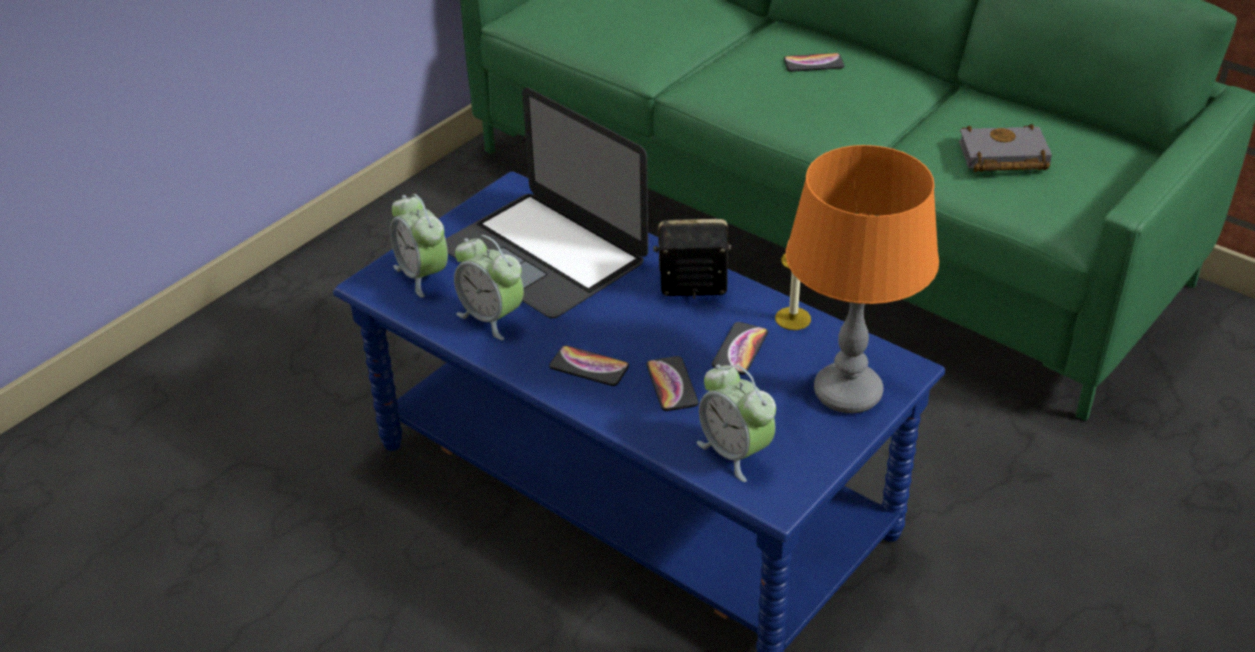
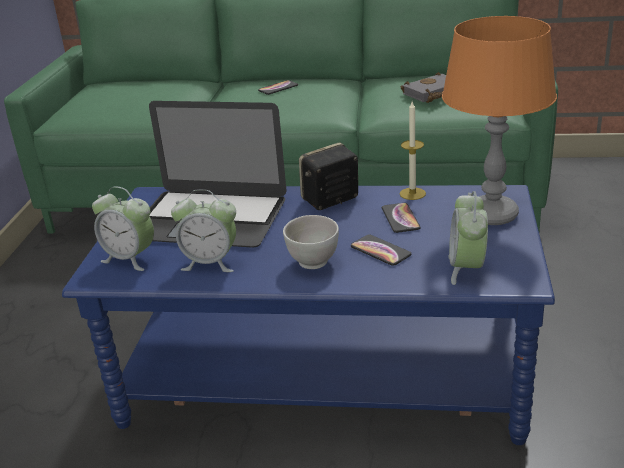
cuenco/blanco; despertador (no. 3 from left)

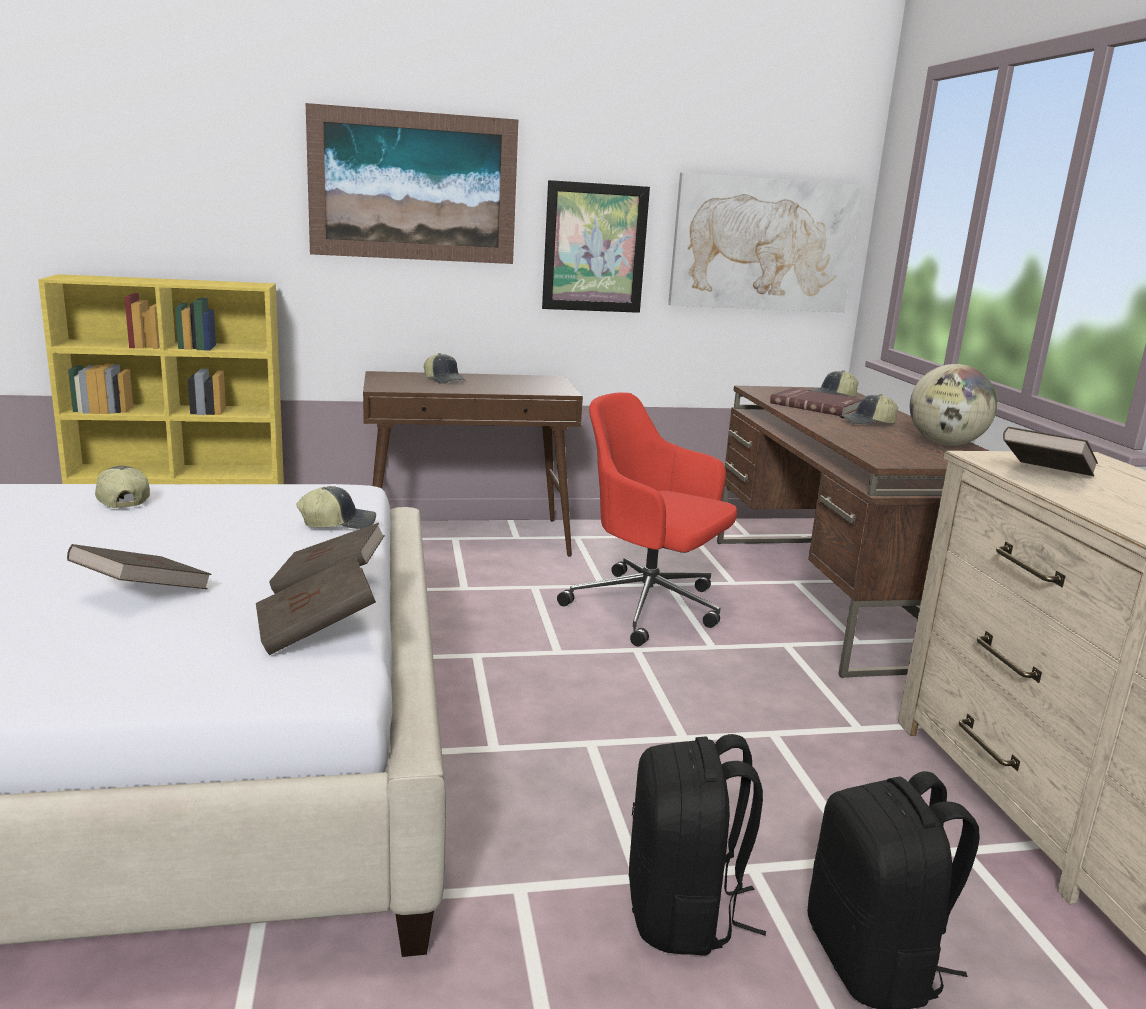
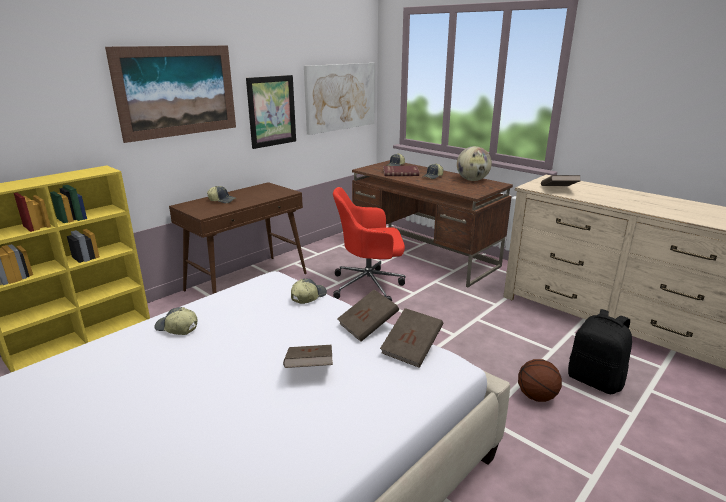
balón de baloncesto

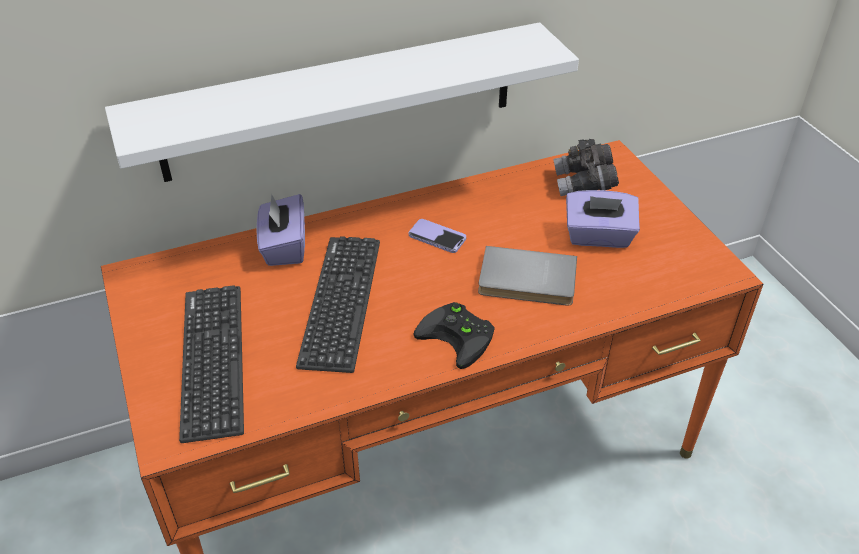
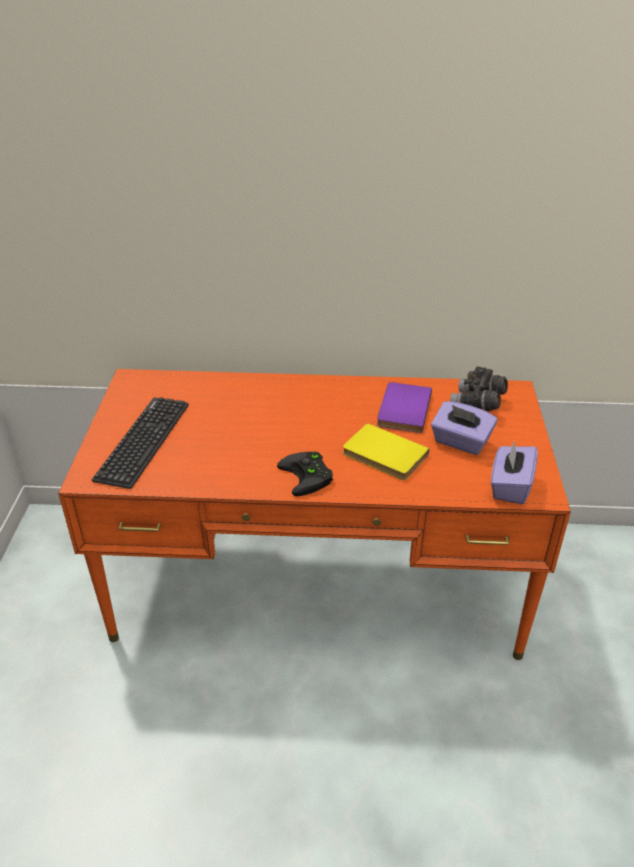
libro/amarillo; libro/morado; caja de pañuelos/morado (no. 2 from left); estante/blanco; teclado (no. 2 from left in the first image); móvil

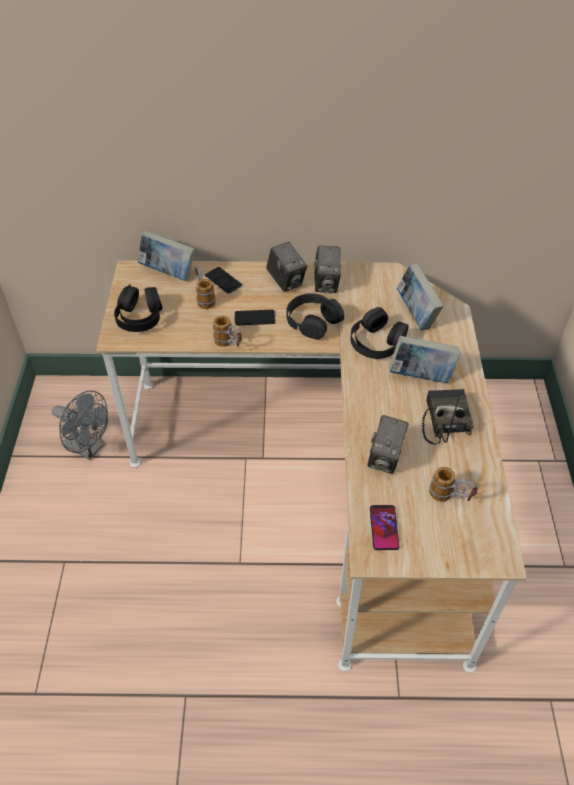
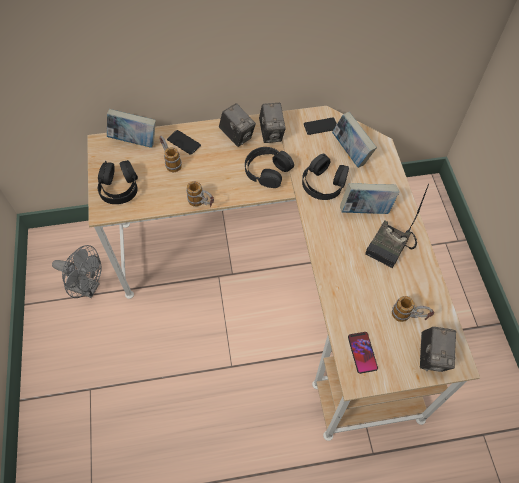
móvil (no. 2 from left); radio; cámara (no. 3 from left)

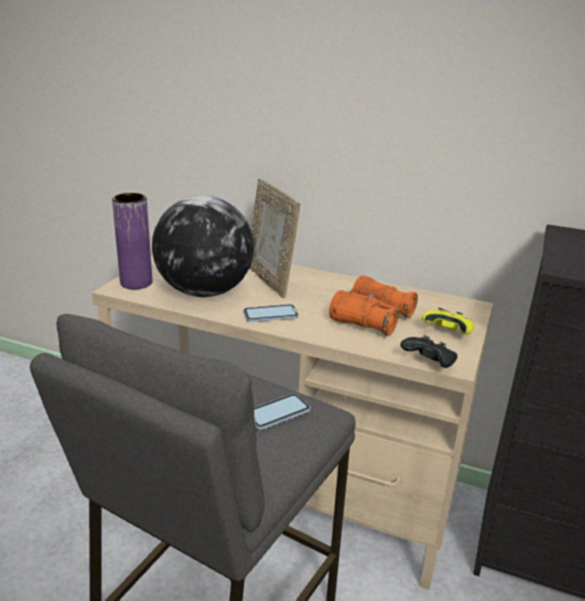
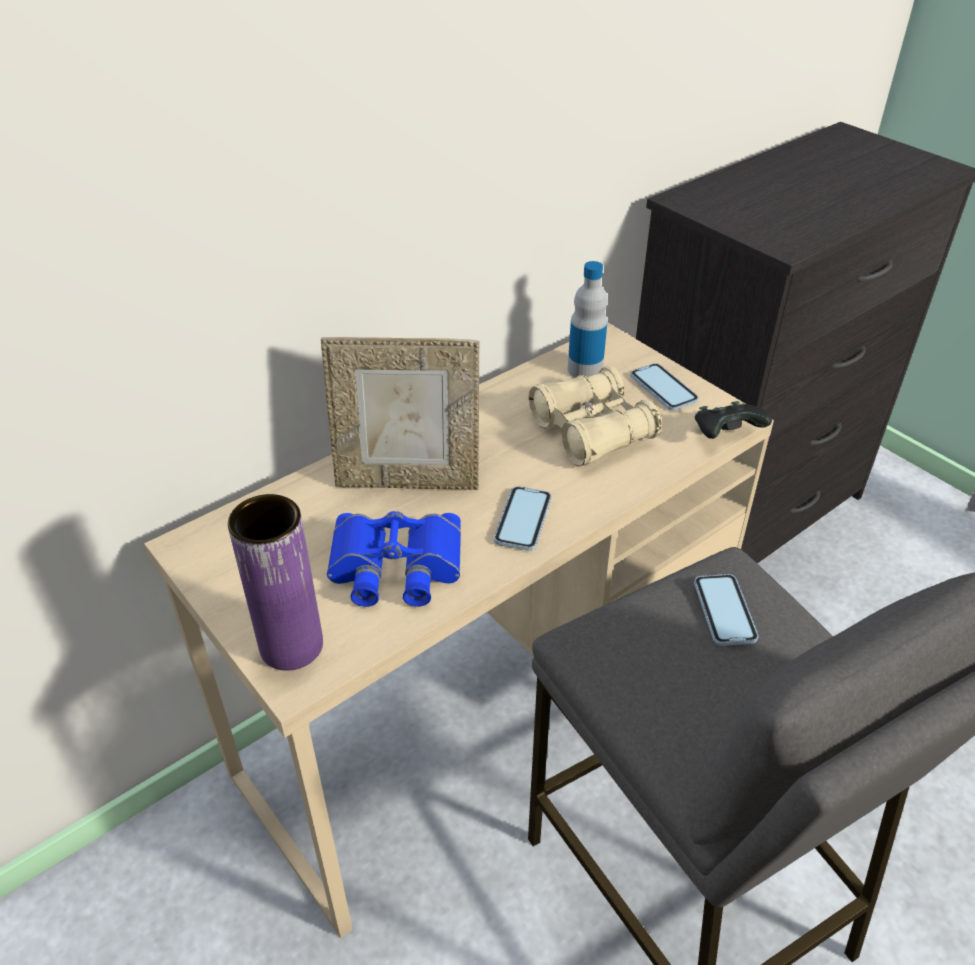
prismáticos/azul; prismáticos/beis; botella; móvil (no. 2 from left)

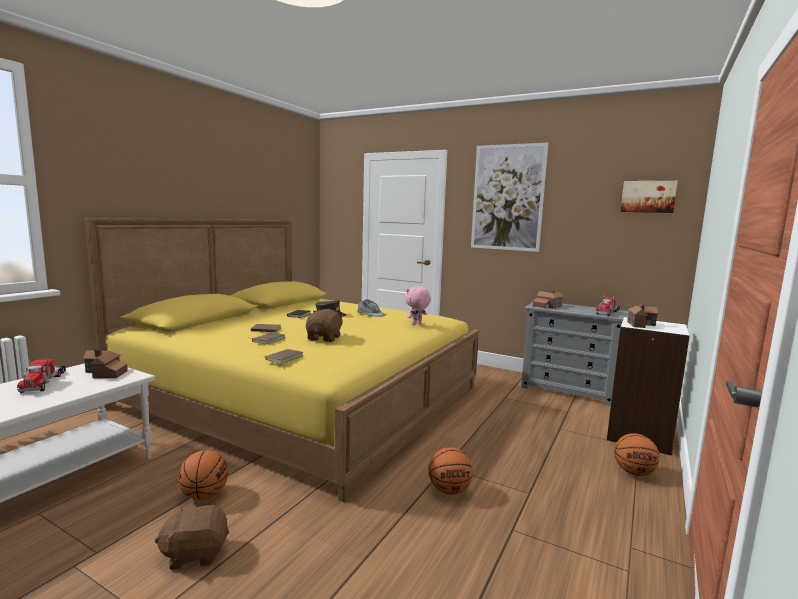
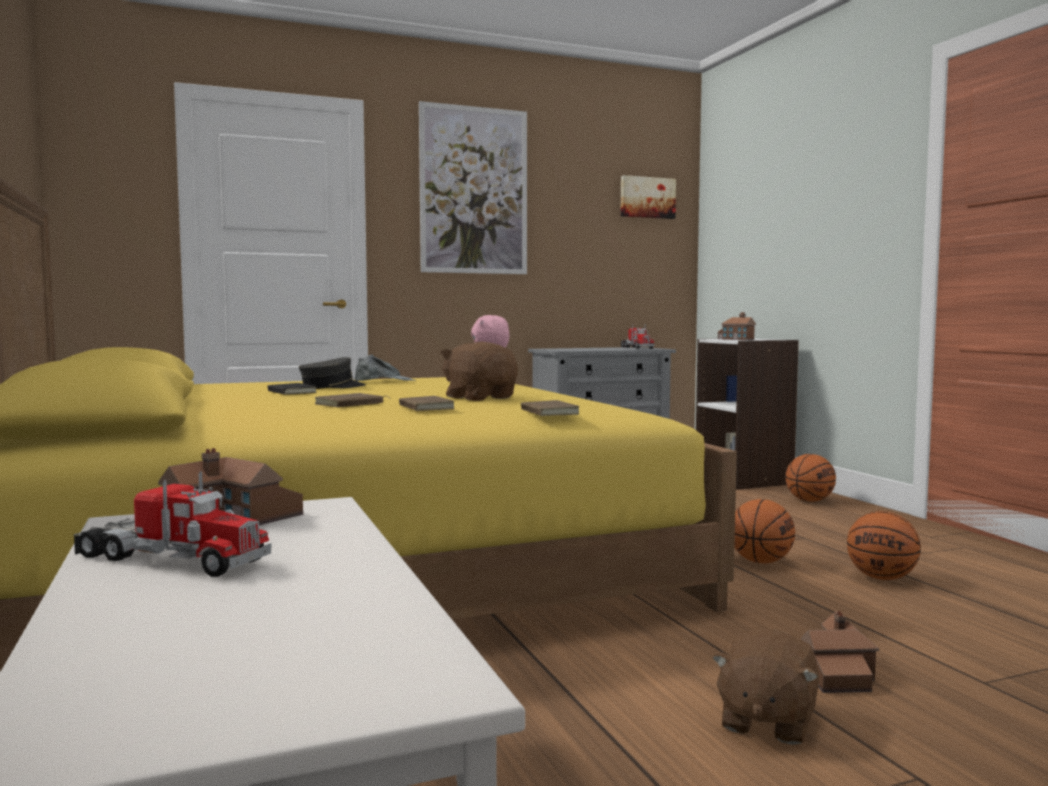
casita (no. 3 from left); balón de baloncesto (no. 3 from left)

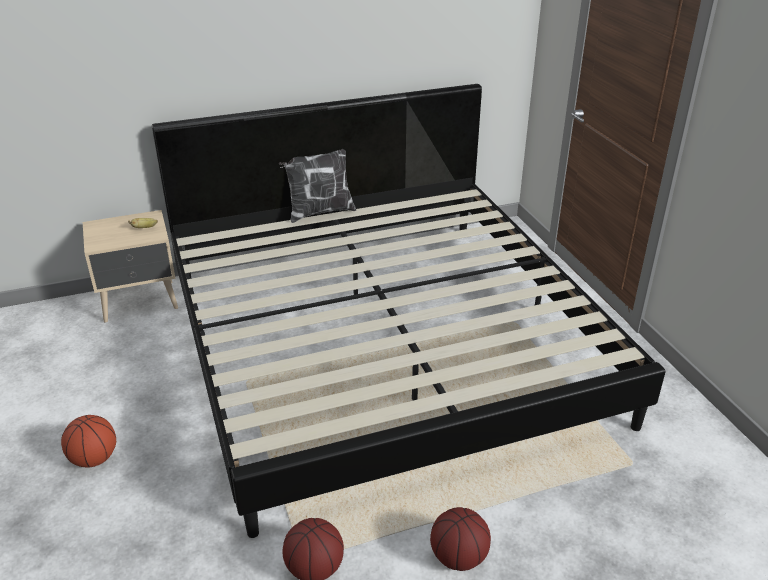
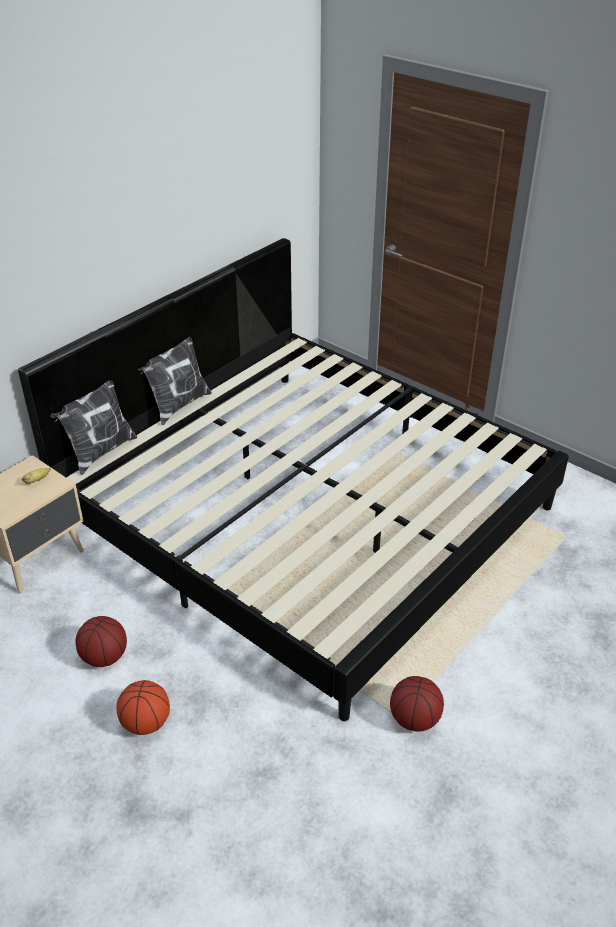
cojín (no. 1 from left); balón de baloncesto (no. 1 from left)

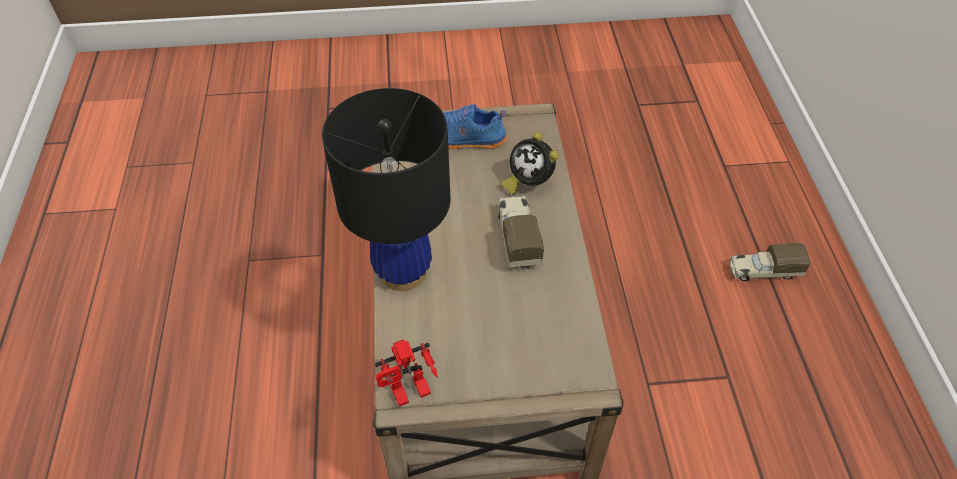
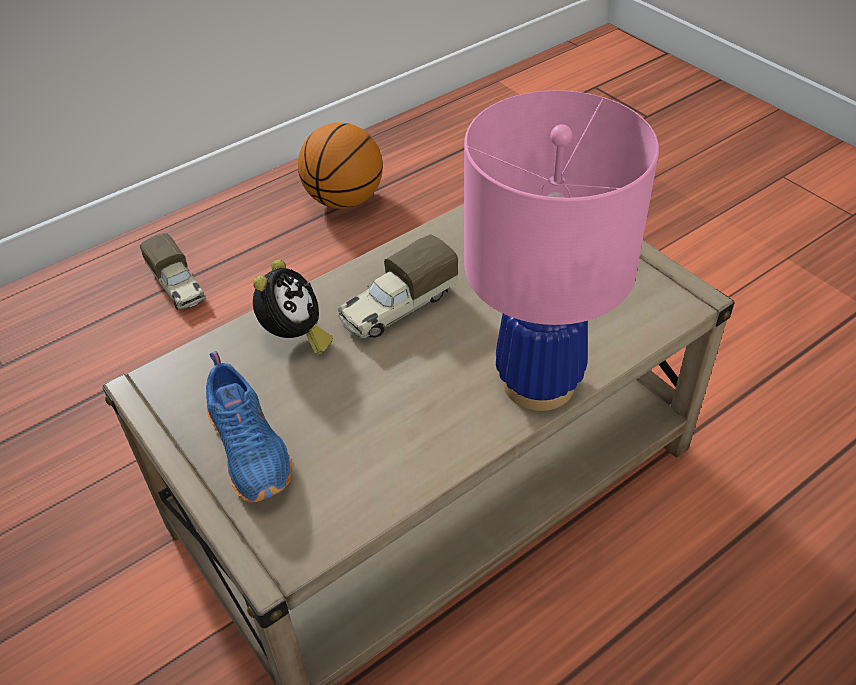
balón de baloncesto; lámpara de mesa/rosa; robot de juguete

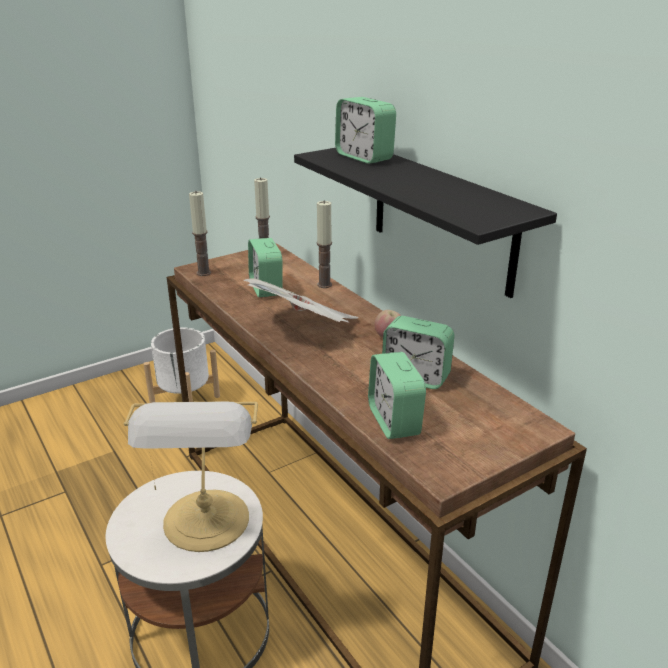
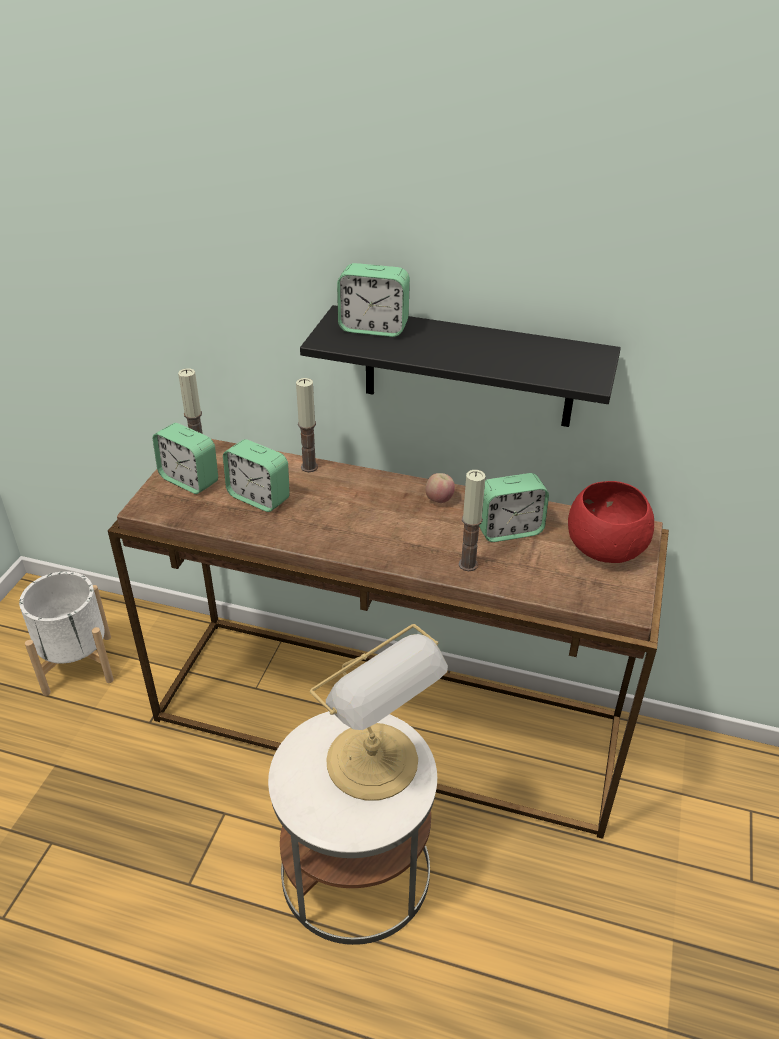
despertador (no. 1 from left); vela (no. 3 from left); cuenco/rojo; periódico

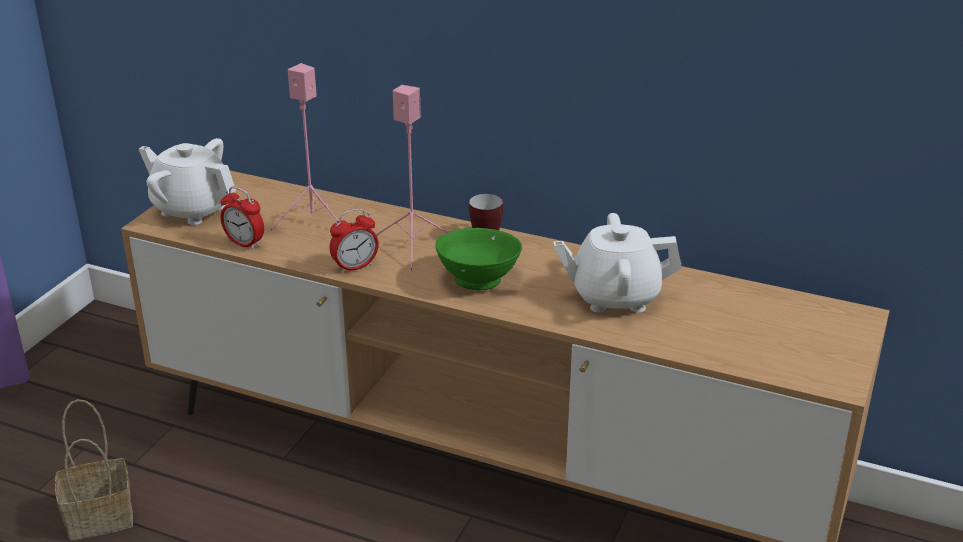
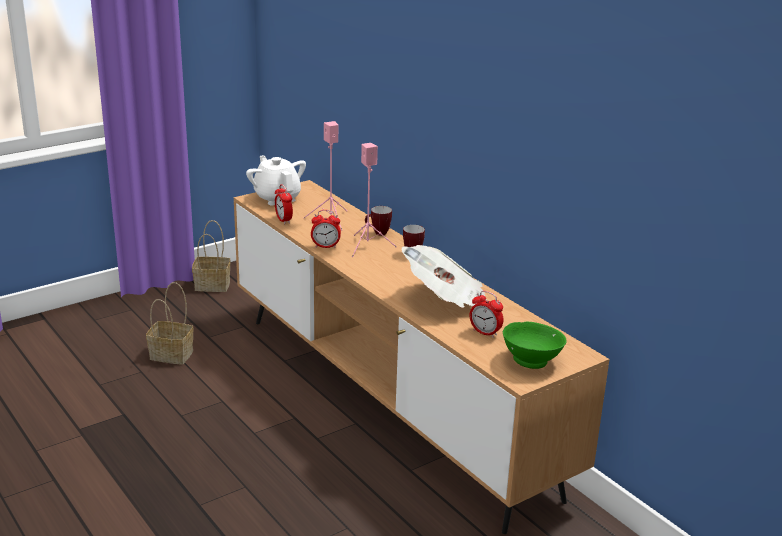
cesta (no. 2 from left); taza grande (no. 1 from left); periódico; despertador (no. 3 from left); cuenco/verde

